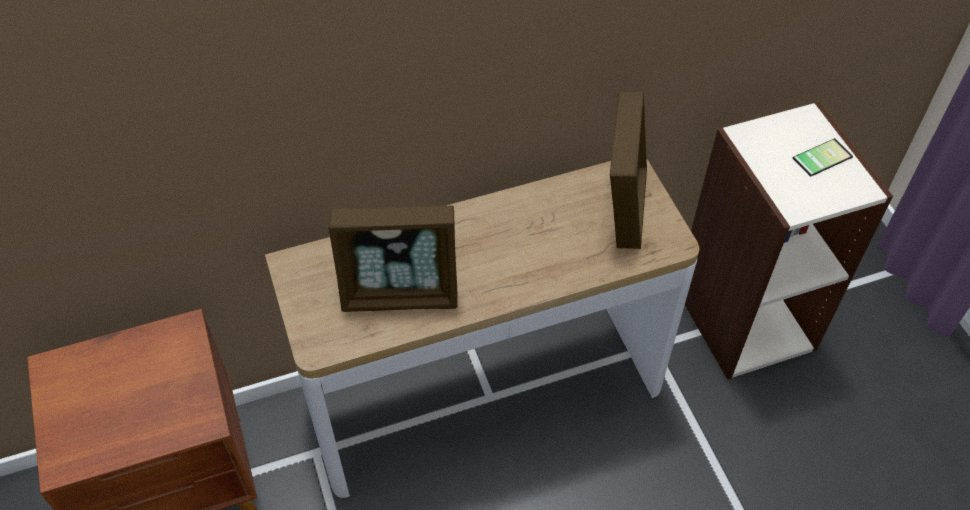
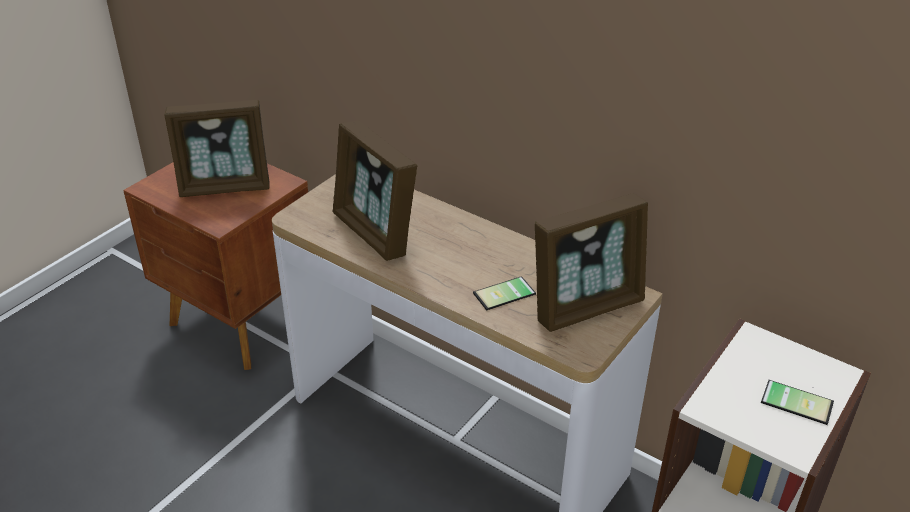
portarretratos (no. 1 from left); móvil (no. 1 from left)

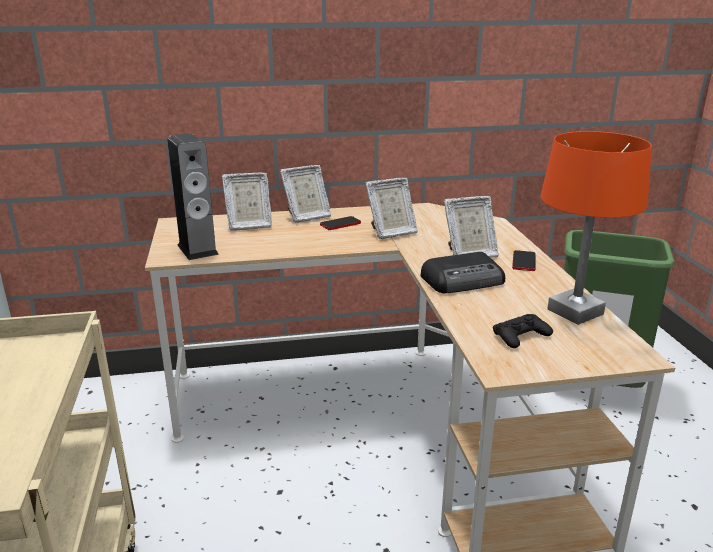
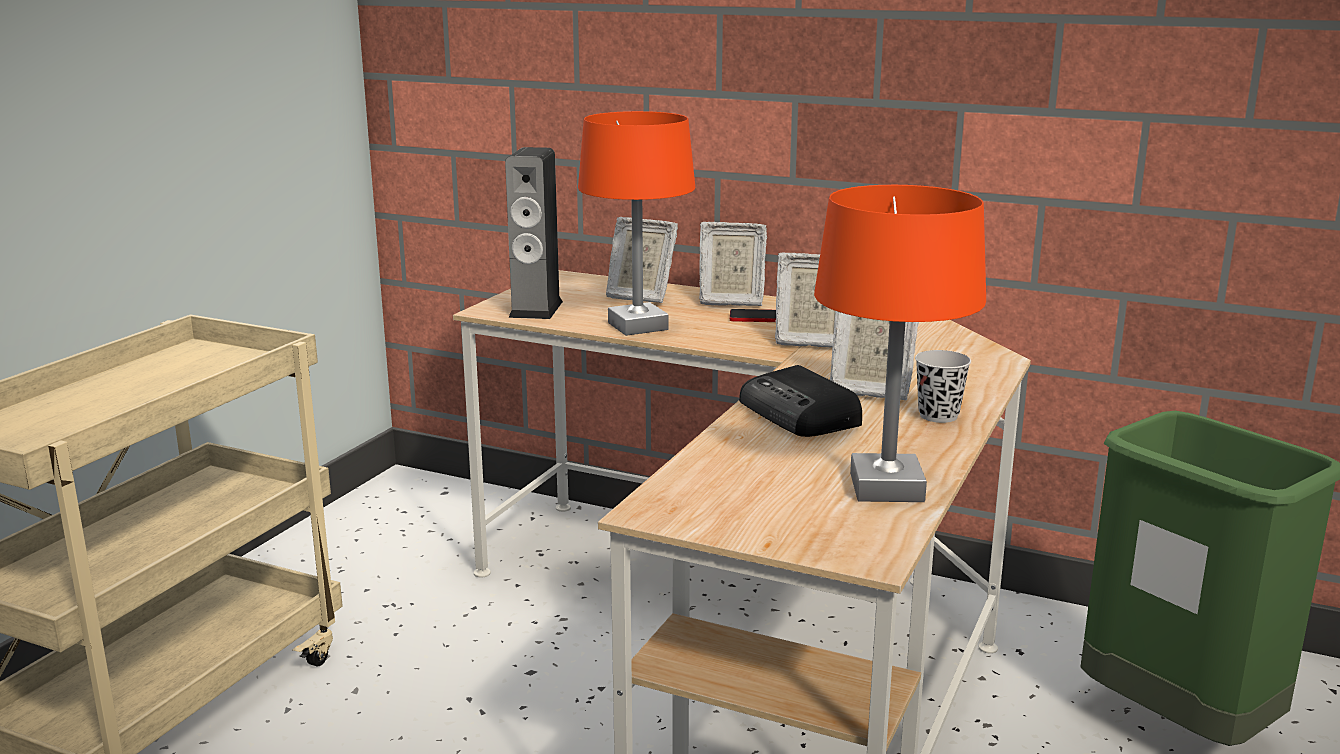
lámpara de mesa/naranja (no. 1 from left); radio; taza/negro; mando de consola/negro

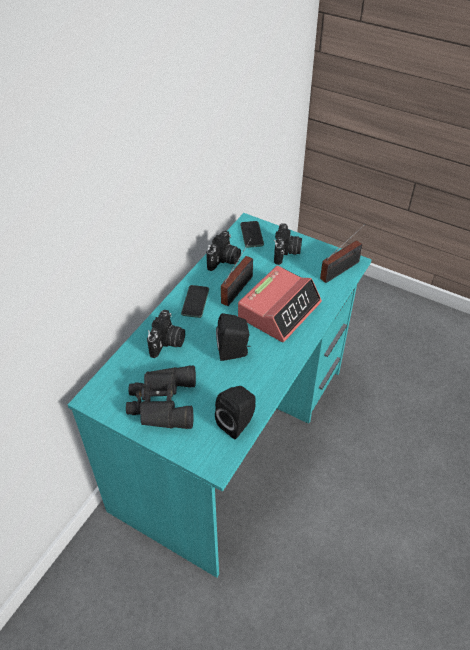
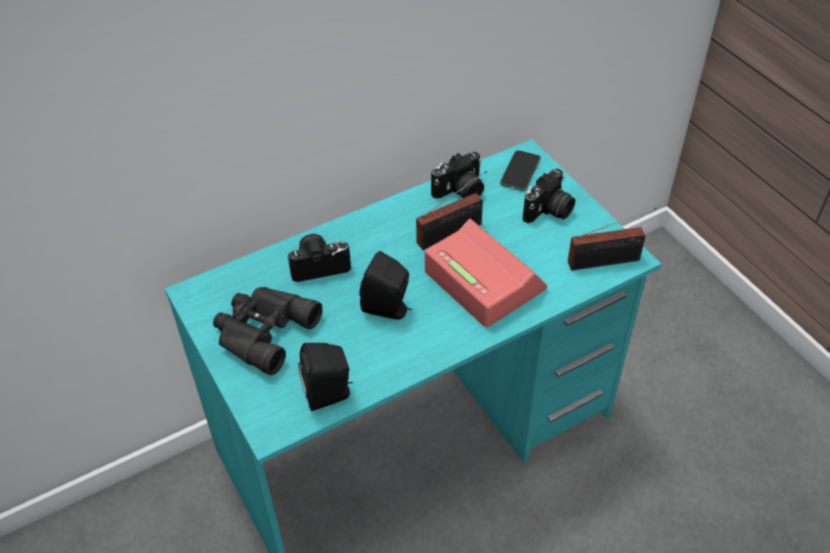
cámara (no. 1 from left); despertador; móvil (no. 1 from left in the first image)

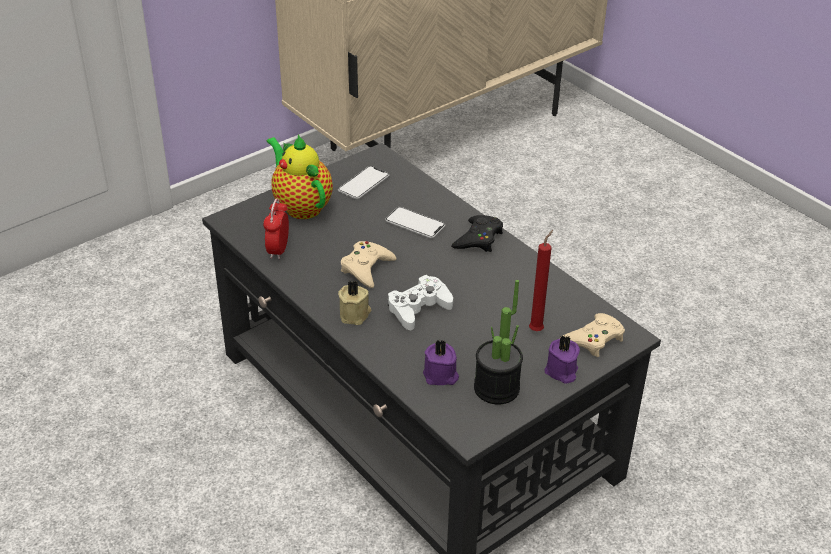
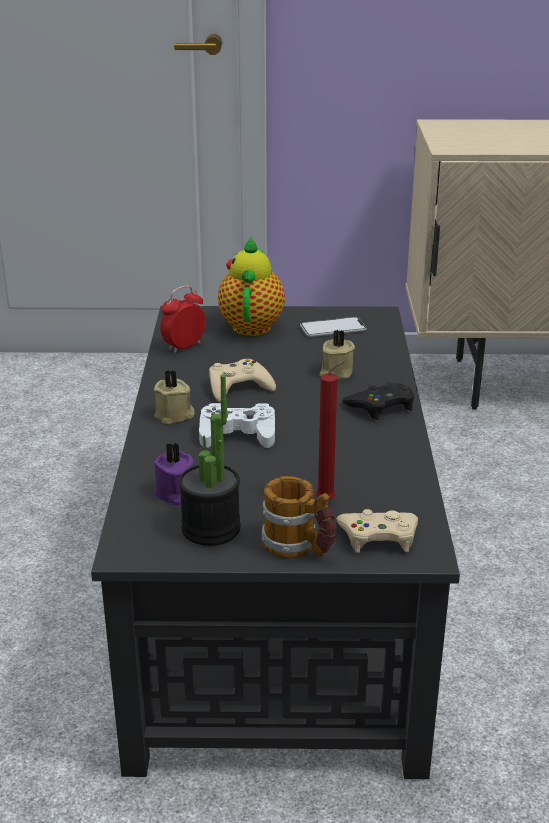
taza grande; vela/beis (no. 2 from left)

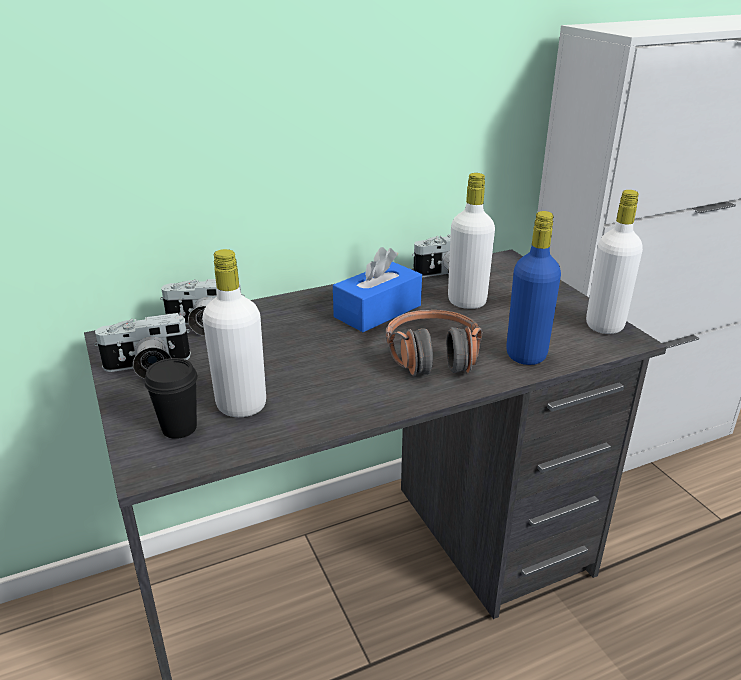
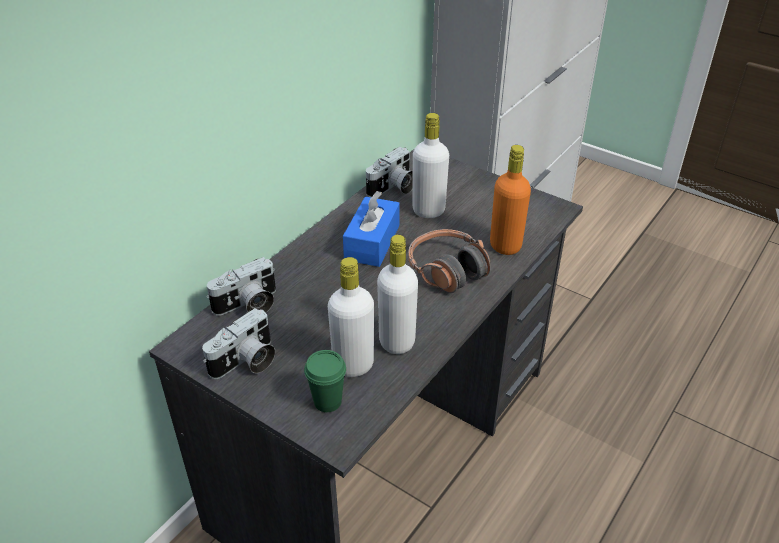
taza/verde; botella/blanco (no. 2 from left); botella/naranja

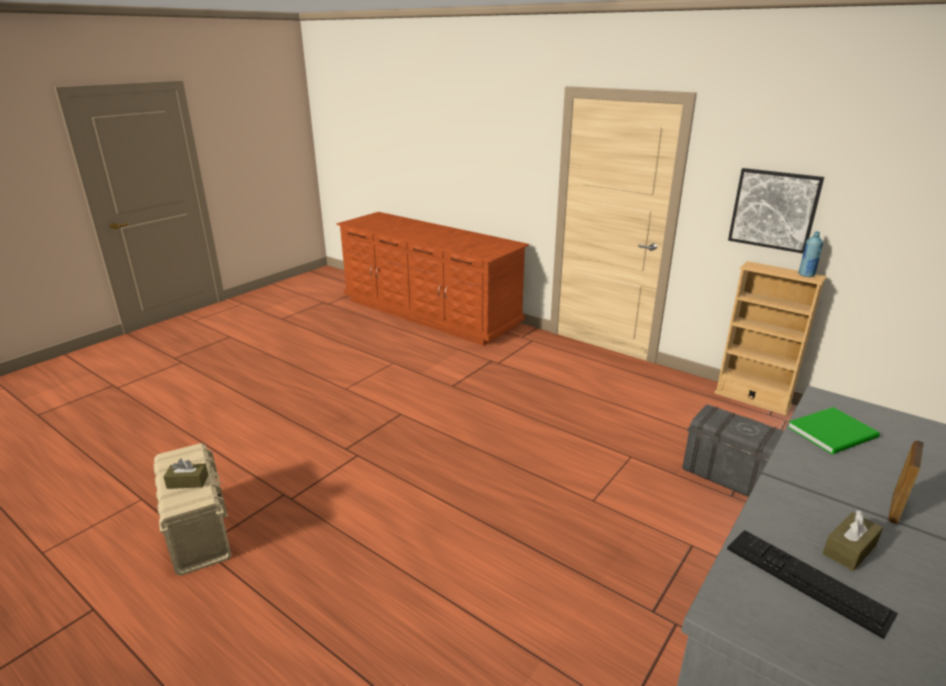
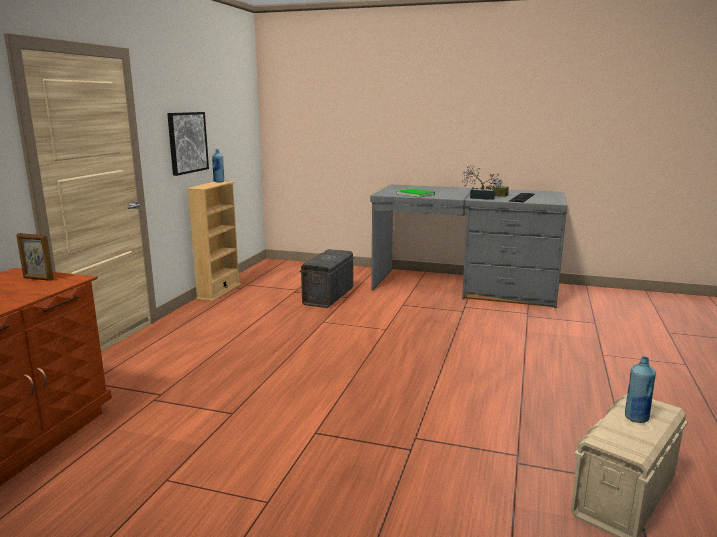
portarretratos; planta en maceta; botella/azul (no. 2 from left)

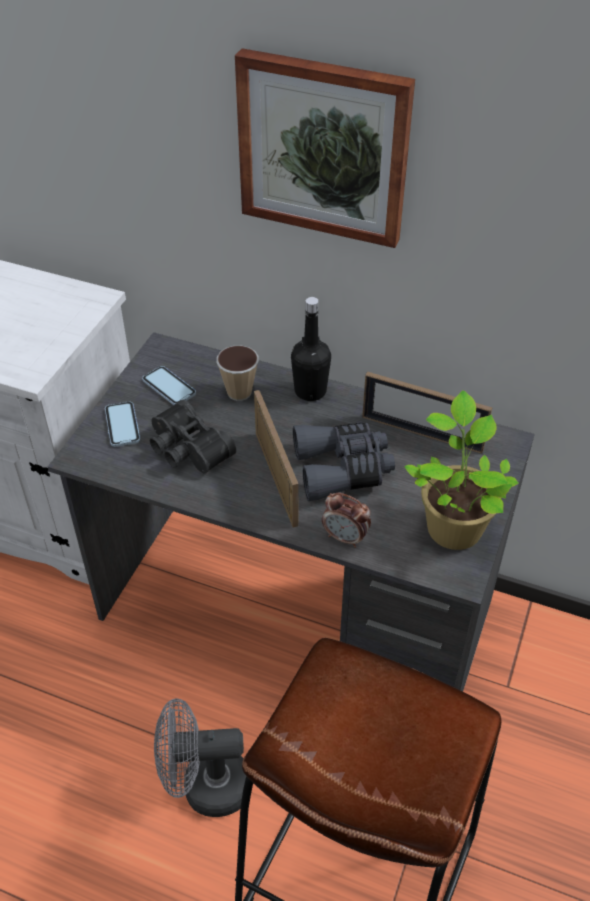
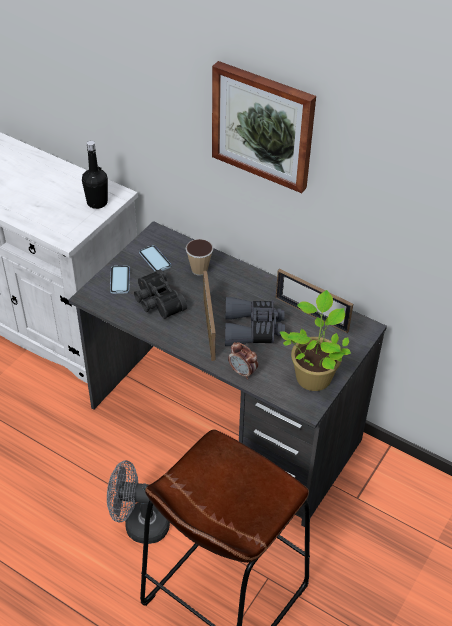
botella/negro

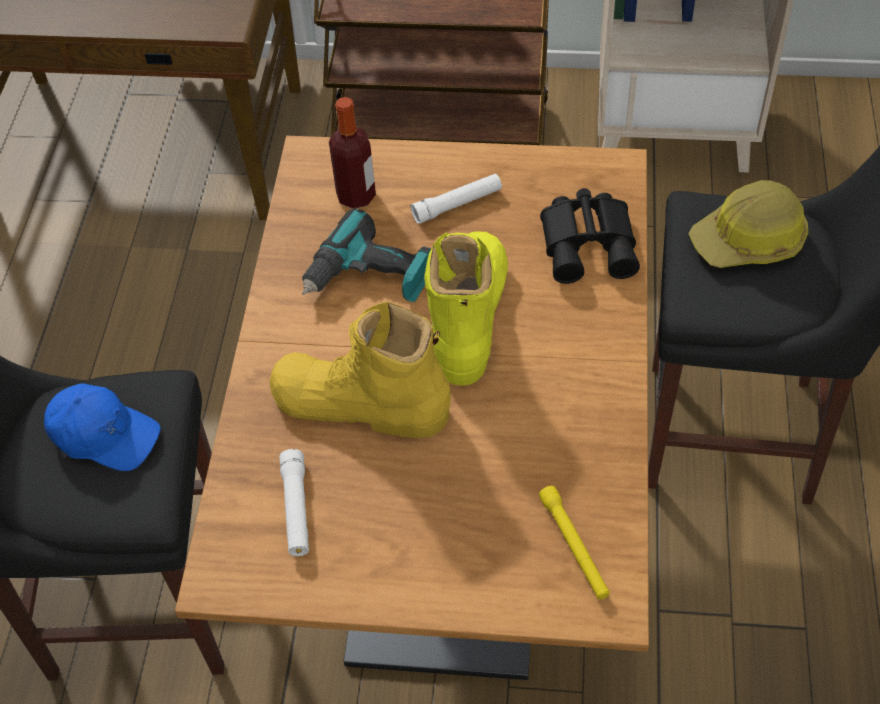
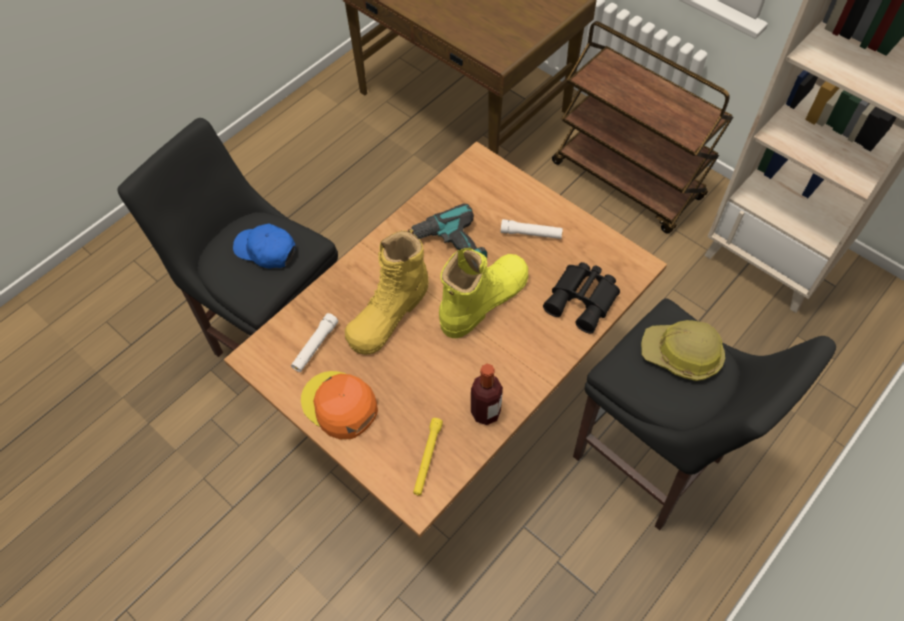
gorra/azul; gorra/naranja; bota/amarillo (no. 1 from left); botella

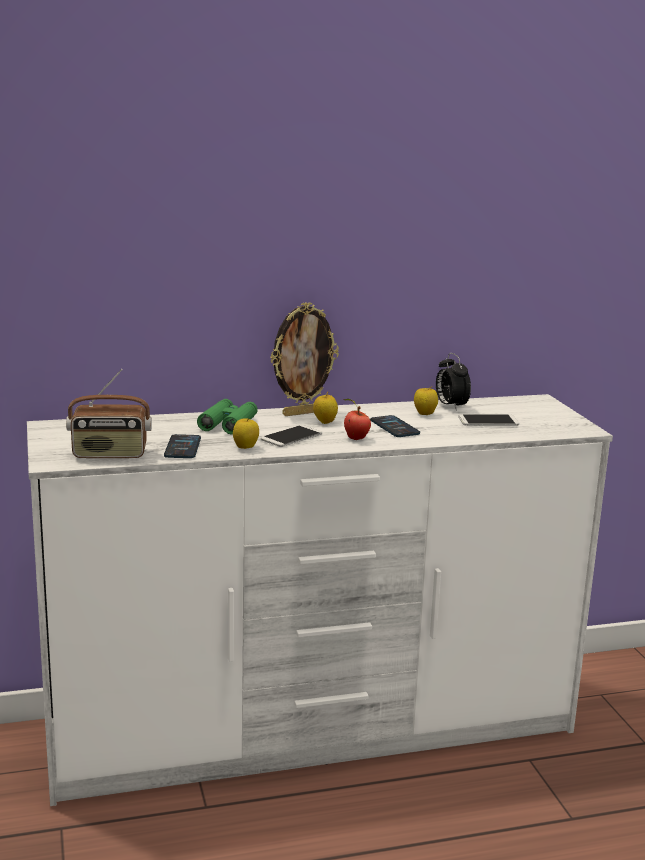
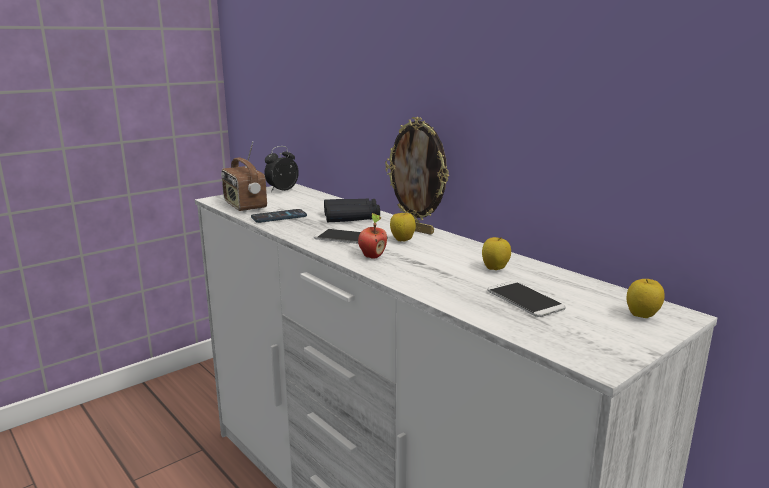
despertador; prismáticos/negro; manzana (no. 4 from left); móvil (no. 3 from left in the first image)

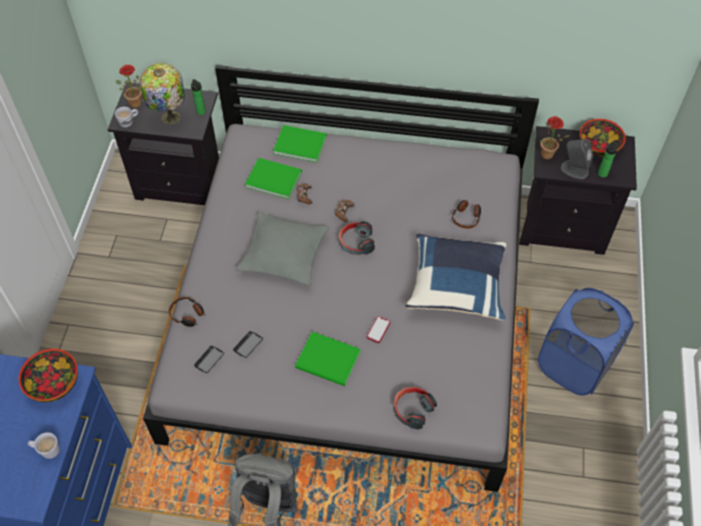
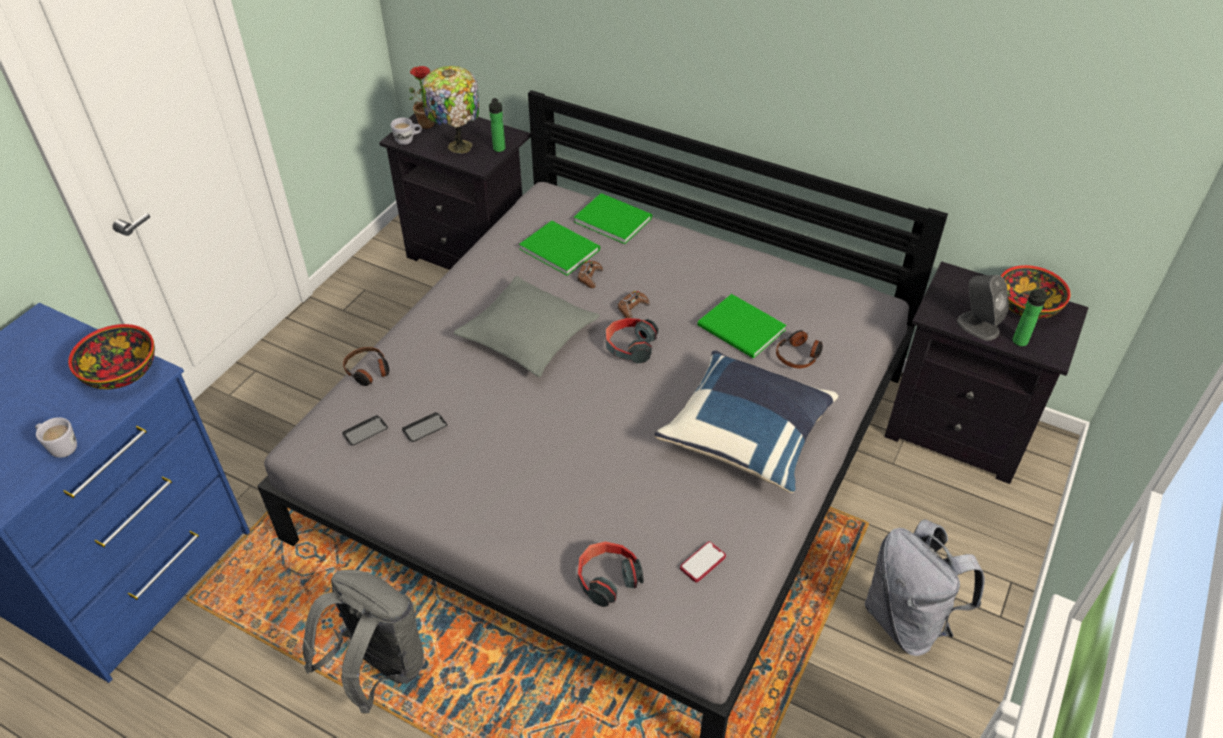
móvil (no. 3 from left); libro/verde (no. 3 from left); mochila/gris (no. 2 from left); planta en maceta (no. 2 from left in the first image)

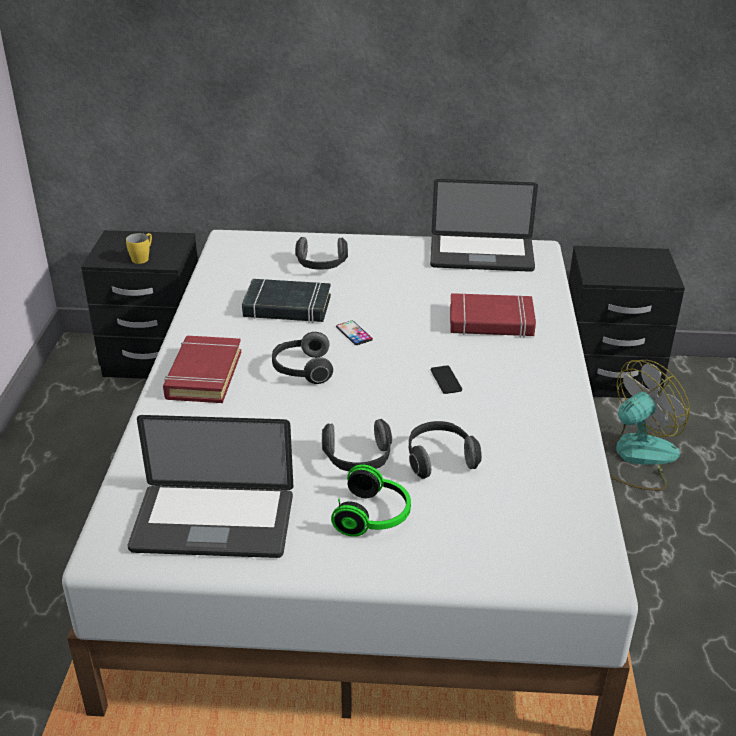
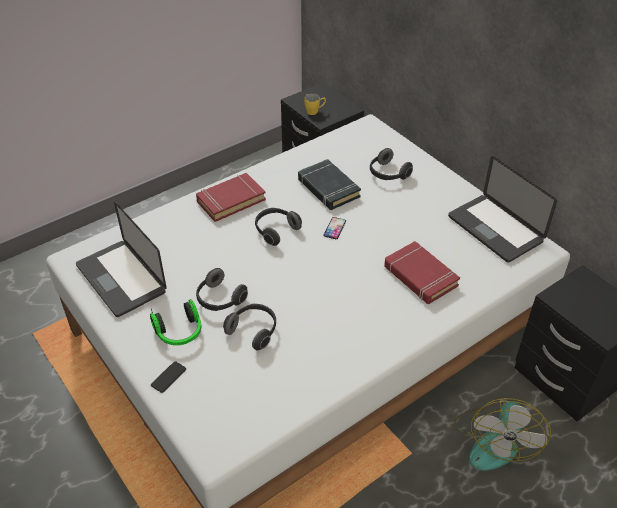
móvil (no. 1 from left); ventilador

